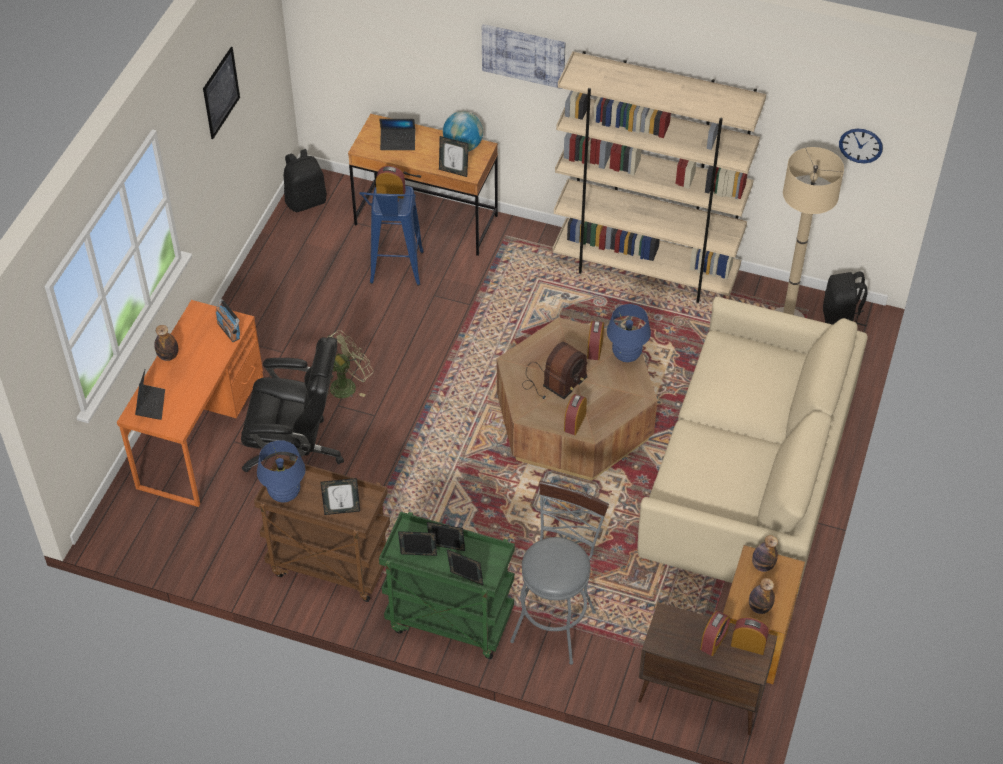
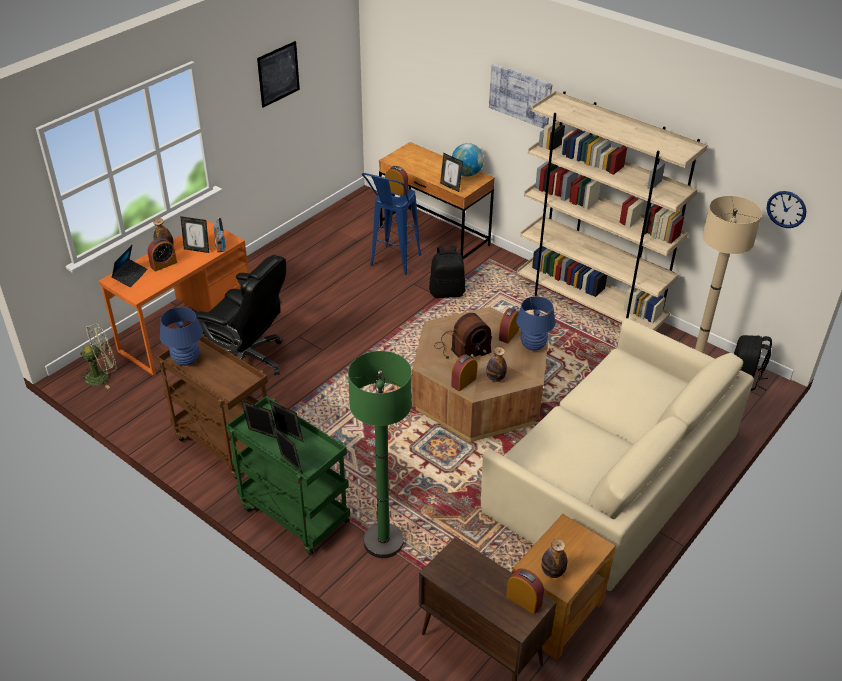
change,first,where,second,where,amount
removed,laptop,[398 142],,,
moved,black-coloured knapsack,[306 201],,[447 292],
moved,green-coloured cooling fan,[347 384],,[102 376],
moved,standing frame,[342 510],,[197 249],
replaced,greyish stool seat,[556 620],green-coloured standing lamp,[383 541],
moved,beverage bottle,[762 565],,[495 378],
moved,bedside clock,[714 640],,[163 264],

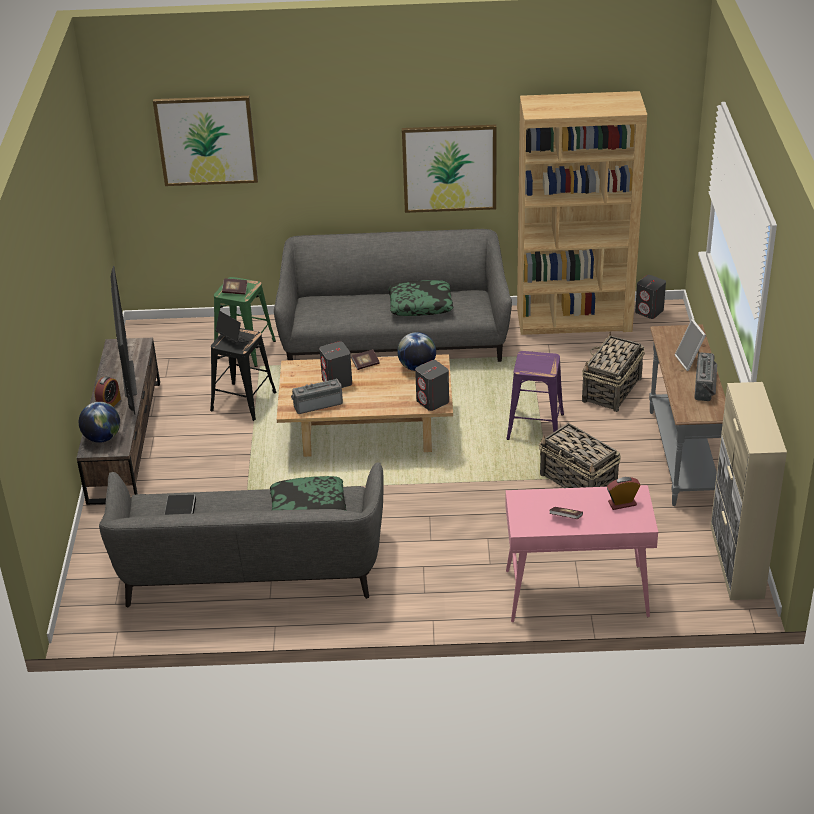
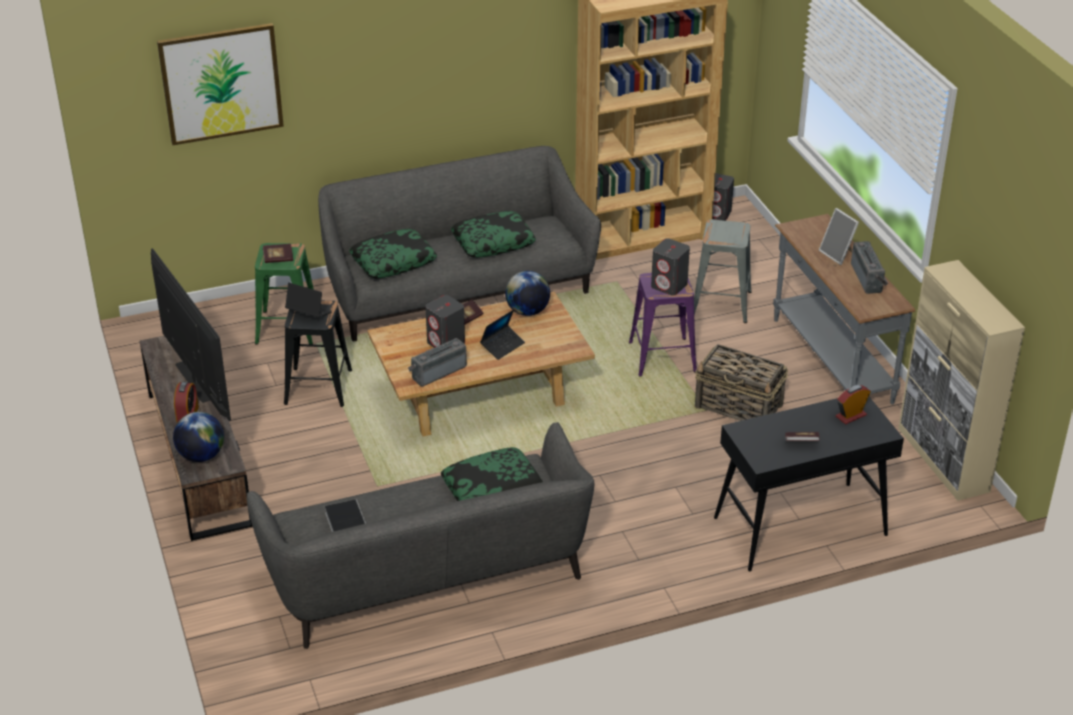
change,first,where,second,where,amount
removed,picture,[449 168],,,
replaced,storage basket,[611 390],greyish stool seat,[721 304],
moved,greyish audio speaker,[433 401],,[669 285],
recoloured,pink-coloured console table,[575 594],black-coloured console table,[799 527],
added,,,pillow,[393 261],
added,,,laptop,[502 346],

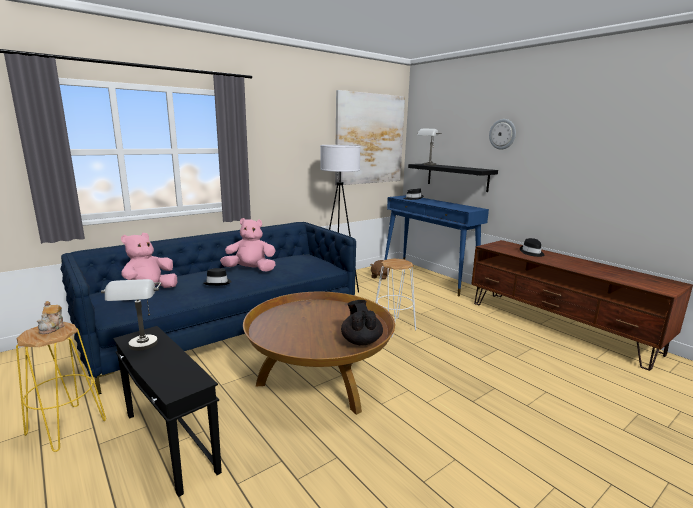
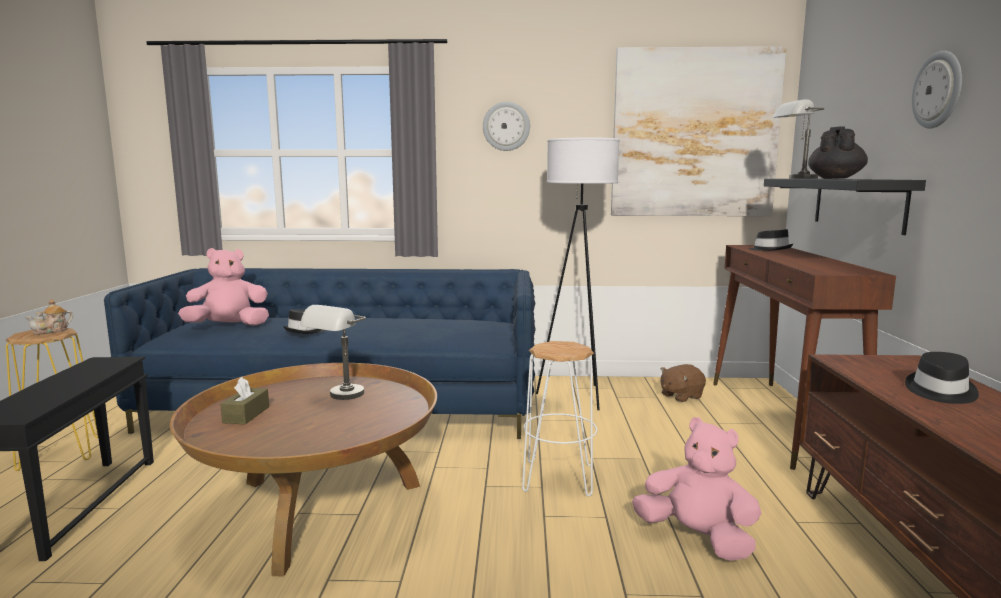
change,first,where,second,where,amount
recoloured,blue-coloured console table,[428 278],brownish console table,[780 420],
moved,pink-coloured cuddly toy,[250 270],,[697 538],
moved,greyish tabletop lamp,[141 348],,[339 398],
moved,black-coloured teapot,[361 341],,[835 178],
added,,,clock on the wall,[506 126],
added,,,brownish tissue holder,[246 415],

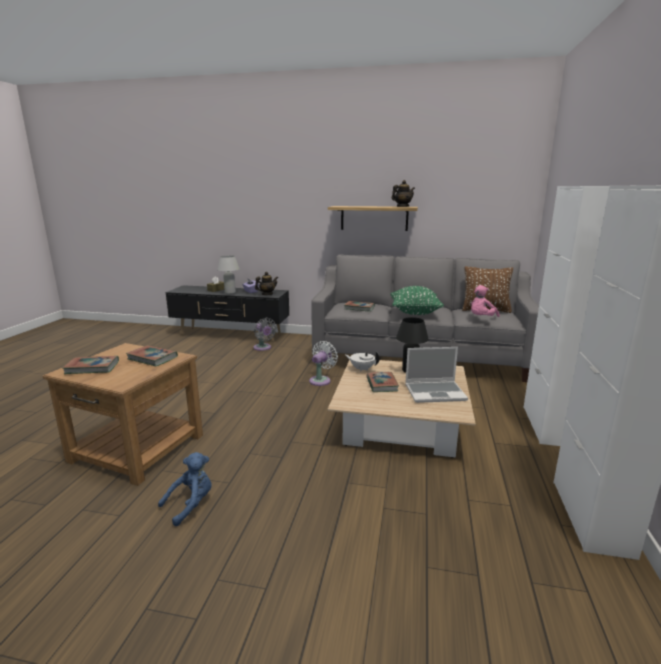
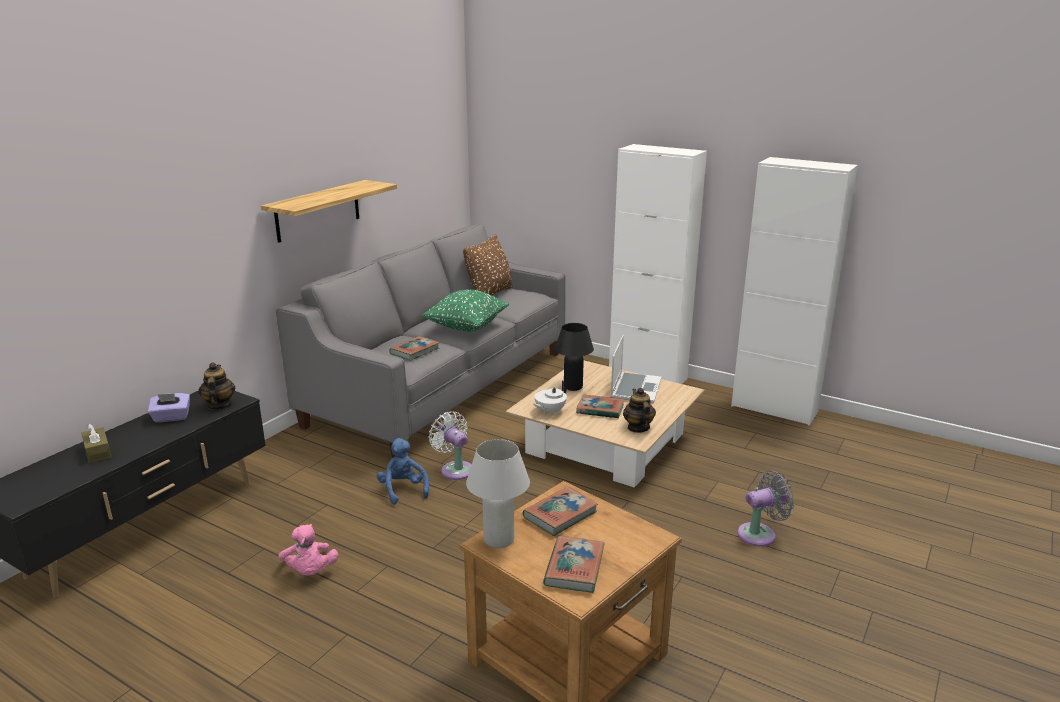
change,first,where,second,where,amount
moved,teapot,[402 207],,[638 428],
moved,whitish tabletop lamp,[230 292],,[499 540],
moved,pink-coloured cuddly toy,[481 318],,[310 572],
moved,greyish cooling fan,[263 348],,[760 534],
moved,blue-coloured cuddly toy,[191 504],,[403 490],

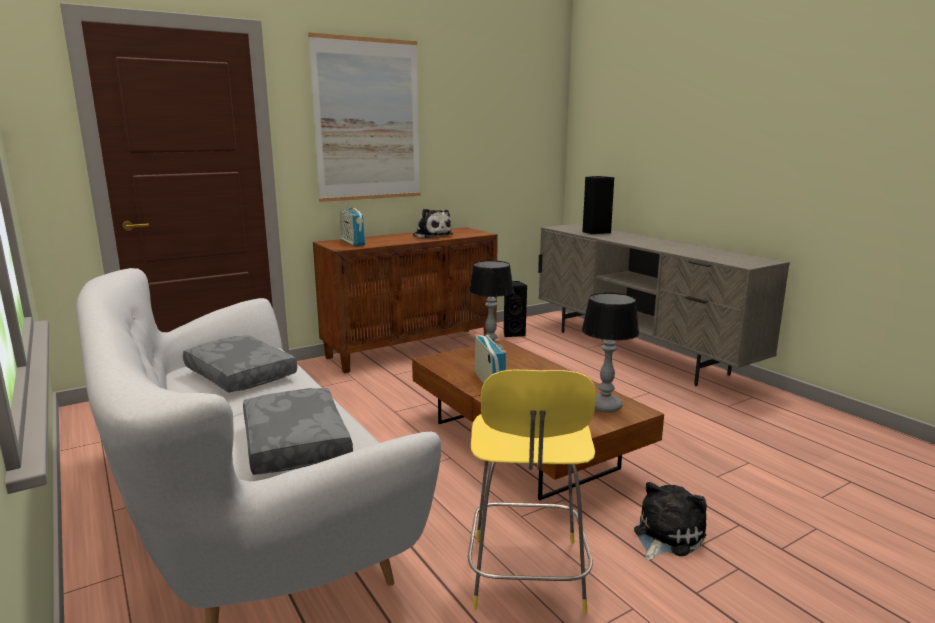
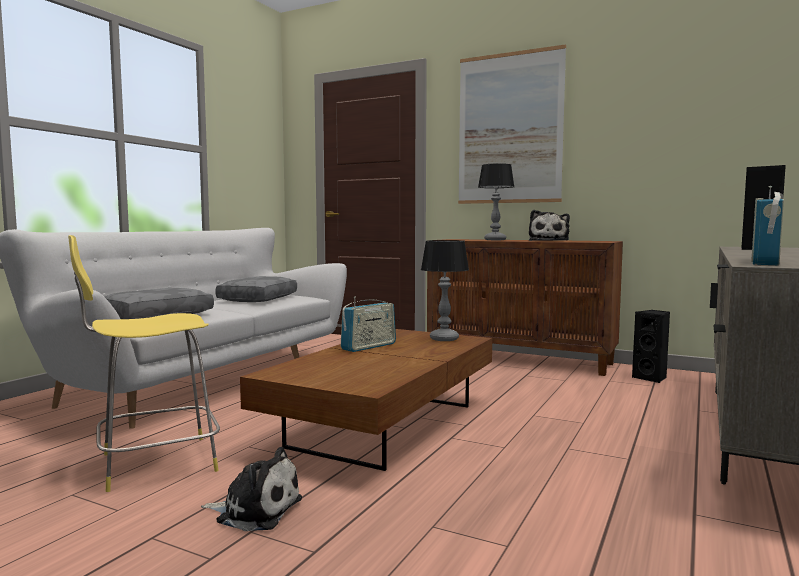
change,first,where,second,where,amount
moved,radio set,[352 243],,[765 262],
moved,tabletop lamp,[605 407],,[495 240],

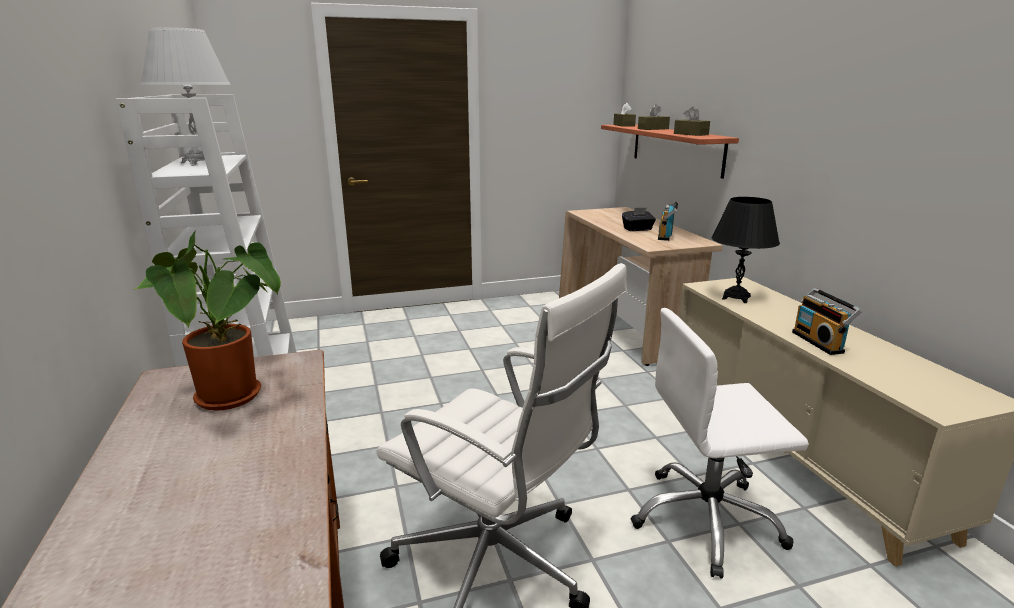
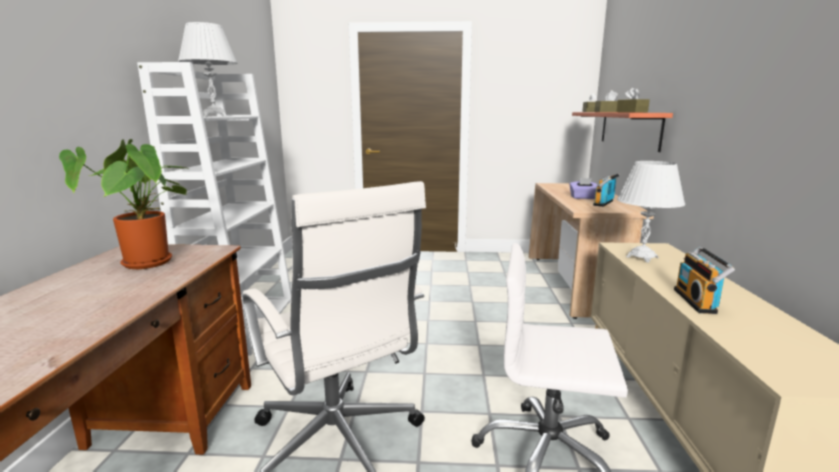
change,first,where,second,where,amount
recoloured,black-coloured tabletop lamp,[736 298],whitish tabletop lamp,[642 257],
recoloured,black-coloured tissue holder,[637 229],purple-coloured tissue holder,[583 197],

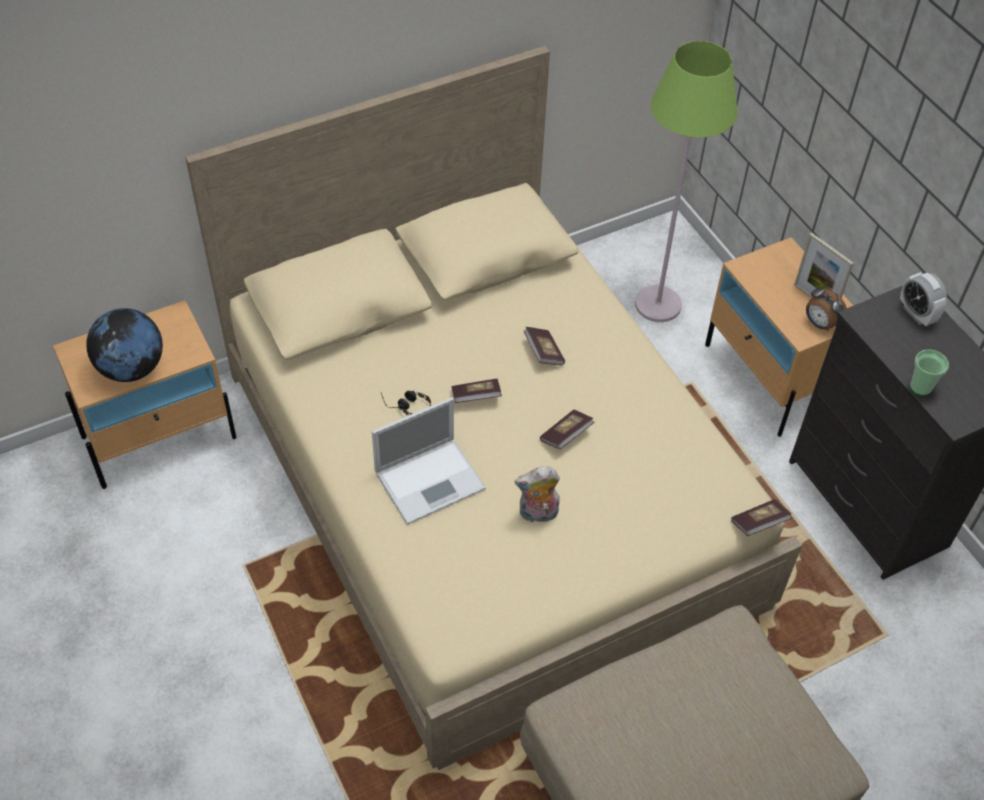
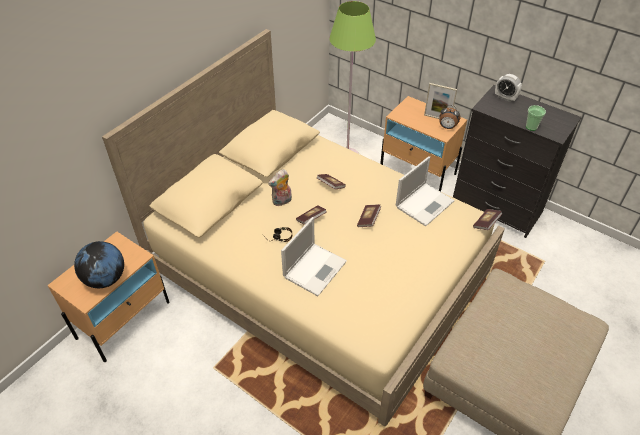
change,first,where,second,where,amount
moved,cuddly toy,[537 514],,[282 201],
added,,,laptop,[425 203],

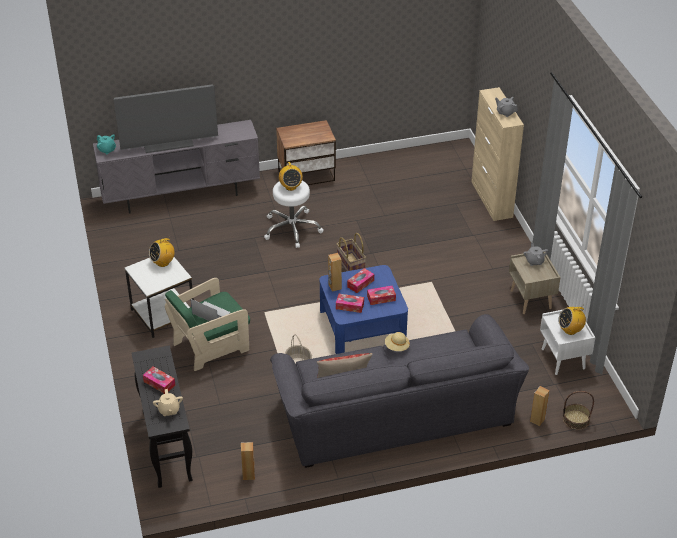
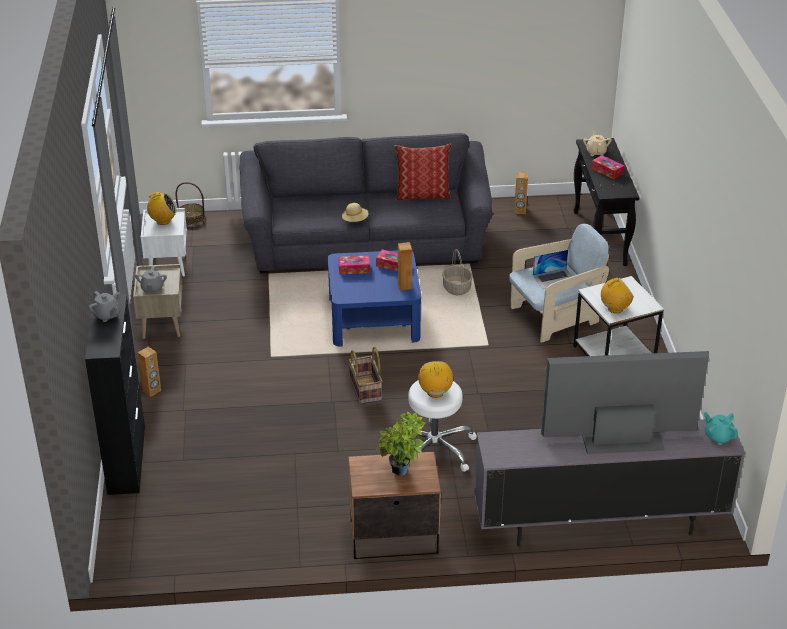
change,first,where,second,where,amount
recoloured,sand-coloured cabinet,[491 199],black-coloured cabinet,[127 459],
removed,tissue holder,[360 283],,,
recoloured,green-coloured armchair,[211 346],sand-coloured armchair,[554 317],
turned,laptop,[211 313],,[554 278],60 degrees counterclockwise
moved,brownish audio speaker,[537 420],,[152 391],
added,,,houseplant,[401 473],

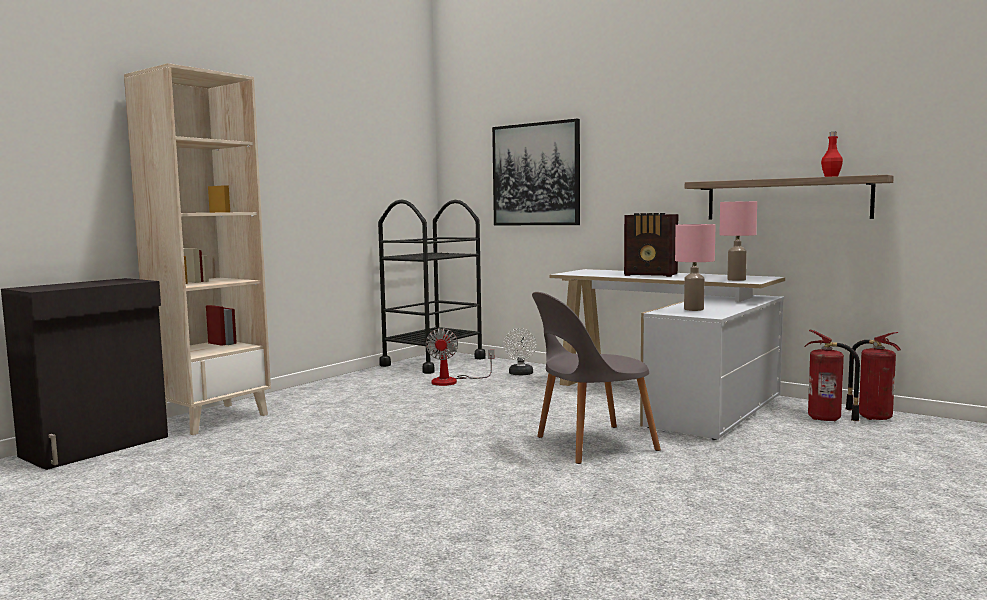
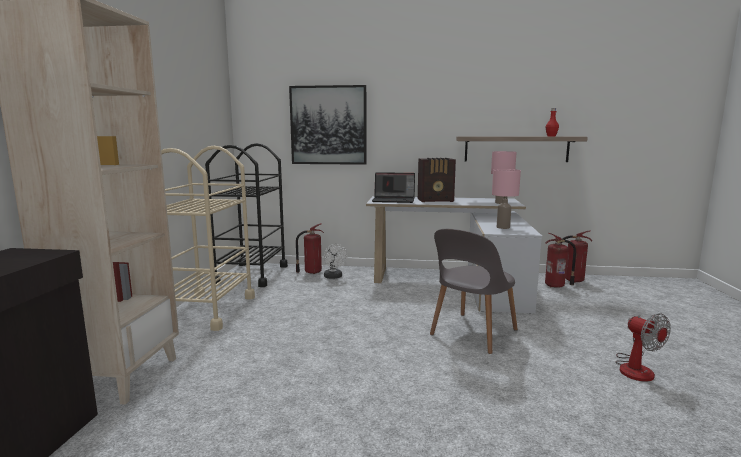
change,first,where,second,where,amount
moved,cooling fan,[452 381],,[635 367],
added,,,sand-coloured trolley,[207 310],
added,,,laptop,[394 200],
added,,,extinguisher,[311 272],

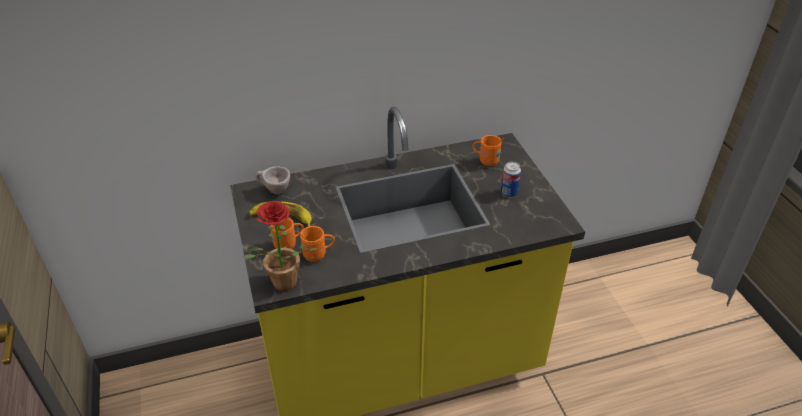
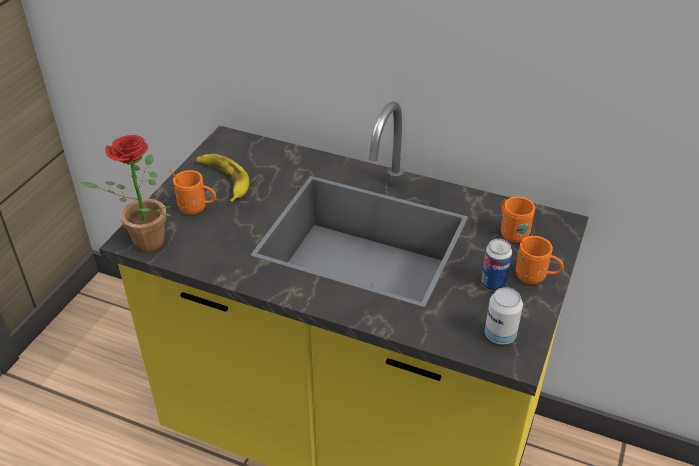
change,first,where,second,where,amount
removed,sand-coloured small cup,[274 191],,,
moved,orange-coloured mug,[318 255],,[535 277],
added,,,sealed can,[500 335],

